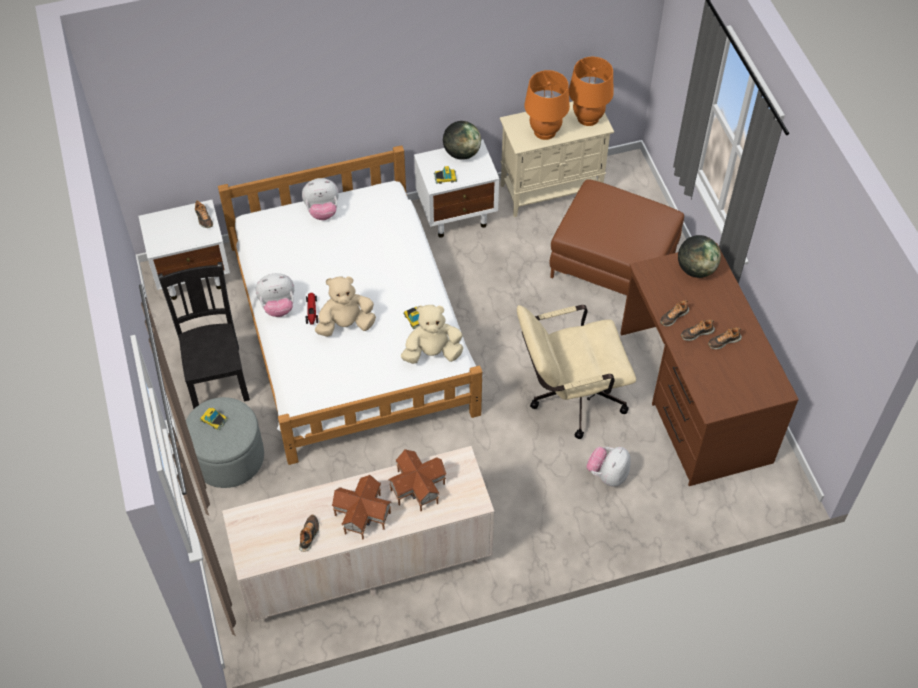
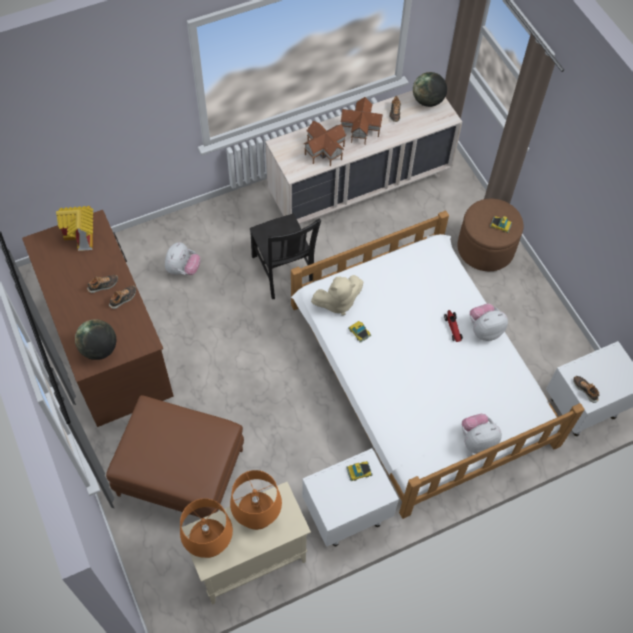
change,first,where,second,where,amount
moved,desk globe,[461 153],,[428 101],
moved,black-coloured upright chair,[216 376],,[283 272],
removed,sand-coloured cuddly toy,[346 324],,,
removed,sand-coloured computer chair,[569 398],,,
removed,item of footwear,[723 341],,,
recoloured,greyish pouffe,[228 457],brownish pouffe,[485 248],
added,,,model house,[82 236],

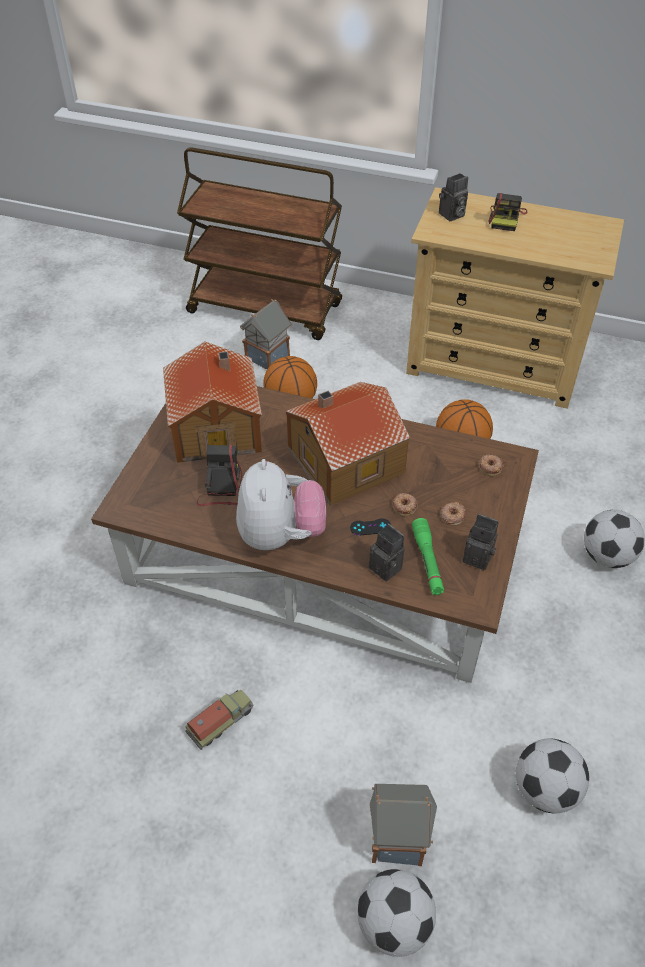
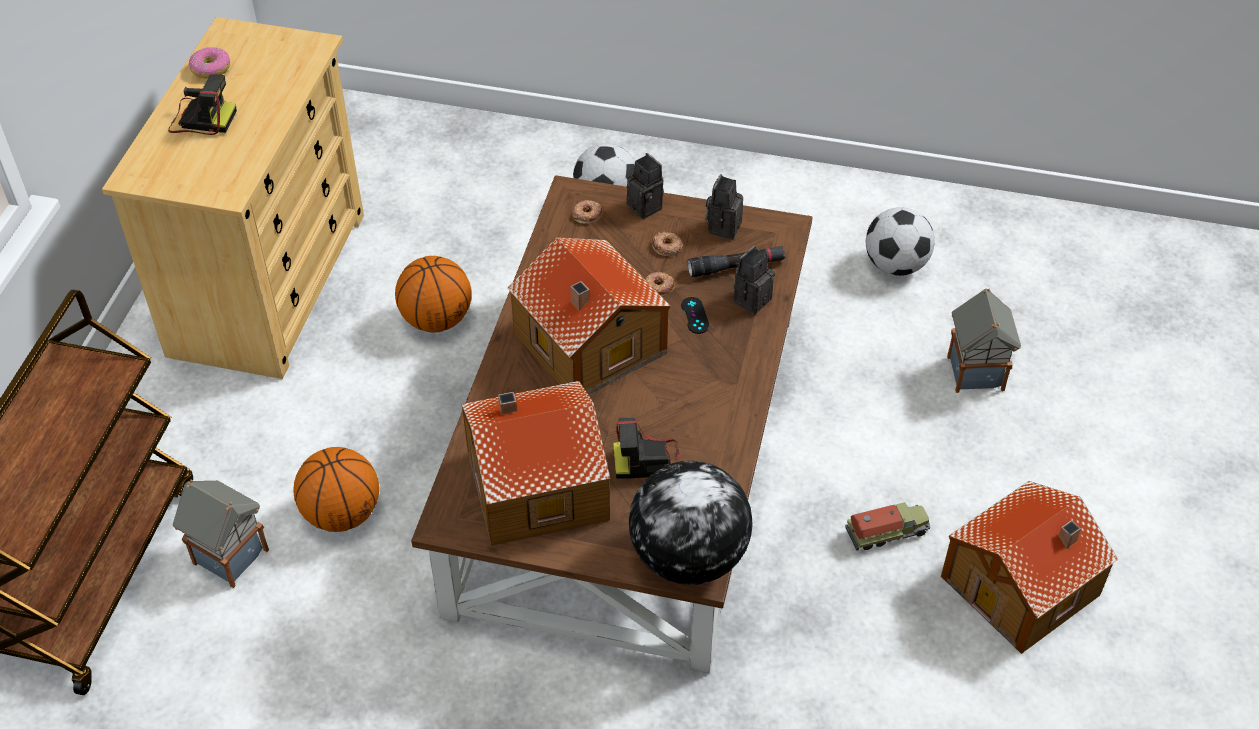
change,first,where,second,where,amount
moved,photo camera,[451 215],,[647 207],
removed,cuddly toy,[280 534],,,
recoloured,green-coloured torch,[427 561],black-coloured torch,[736 267],
turned,toy truck,[221 721],,[887 532],120 degrees clockwise
removed,football ball,[394 923],,,
added,,,ring doughnut,[211 69],
added,,,desk globe,[689 557],
added,,,model house,[1023 586],

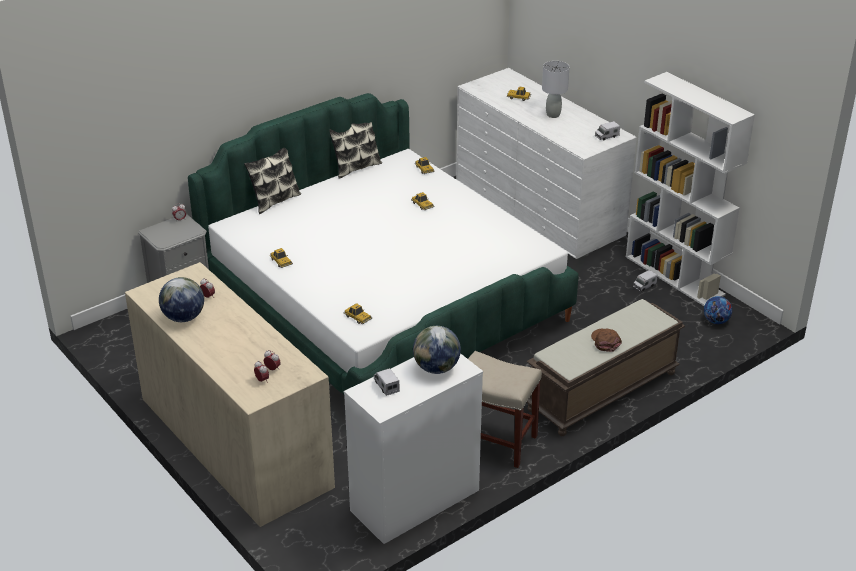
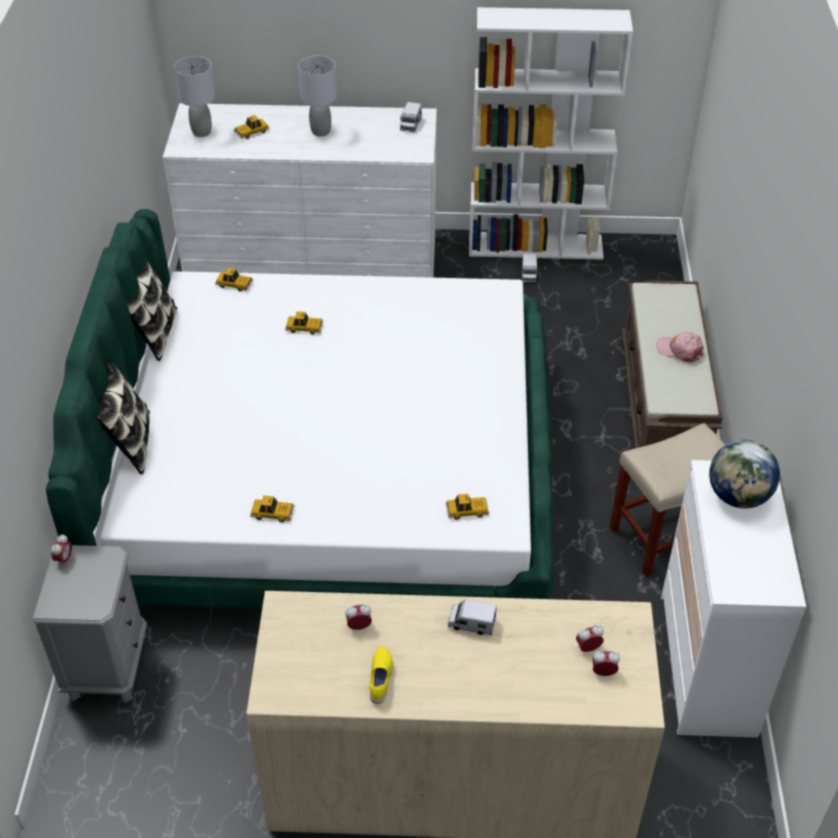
change,first,where,second,where,amount
replaced,desk globe,[183 317],yellow item of footwear,[381 679],
removed,football ball,[716 321],,,
recoloured,brownish peaked cap,[605 341],pink-coloured peaked cap,[680 350],
moved,toy truck,[386 386],,[471 623],
added,,,greyish tabletop lamp,[201 132],

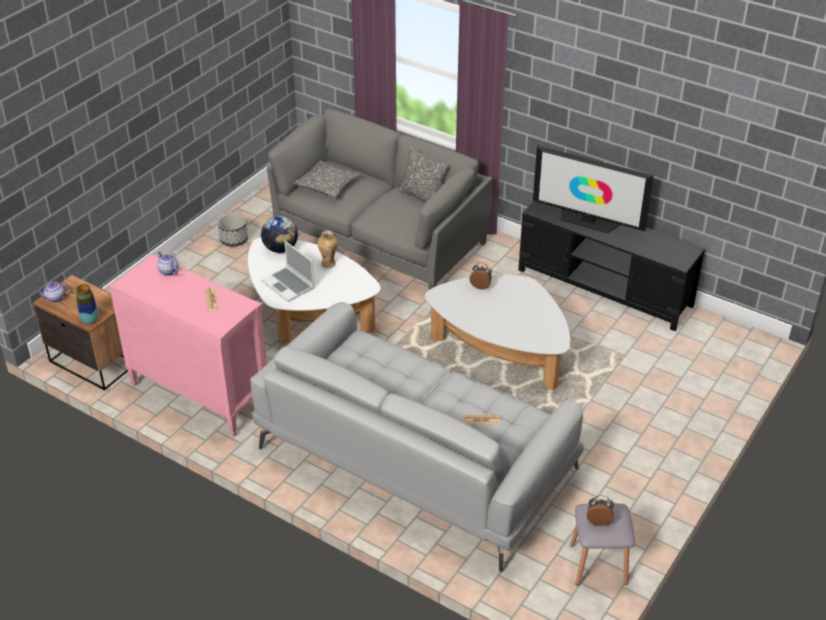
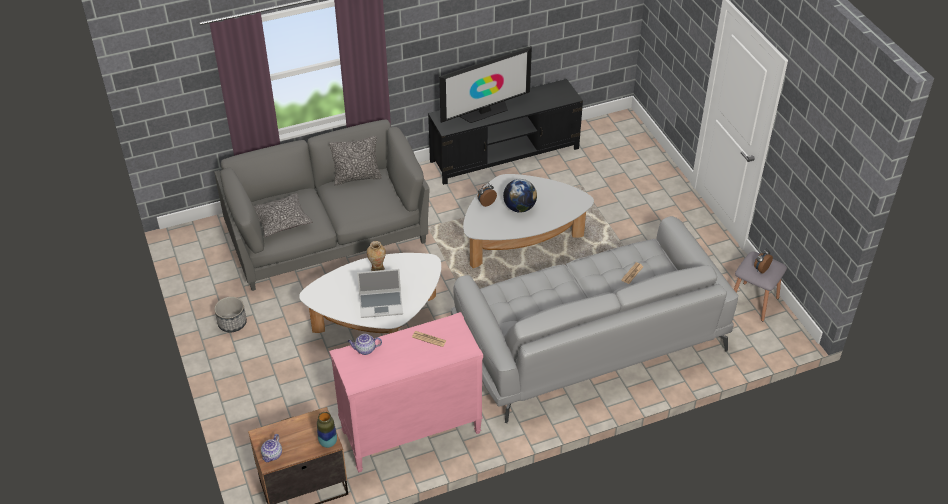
change,first,where,second,where,amount
moved,desk globe,[280 249],,[519 207],

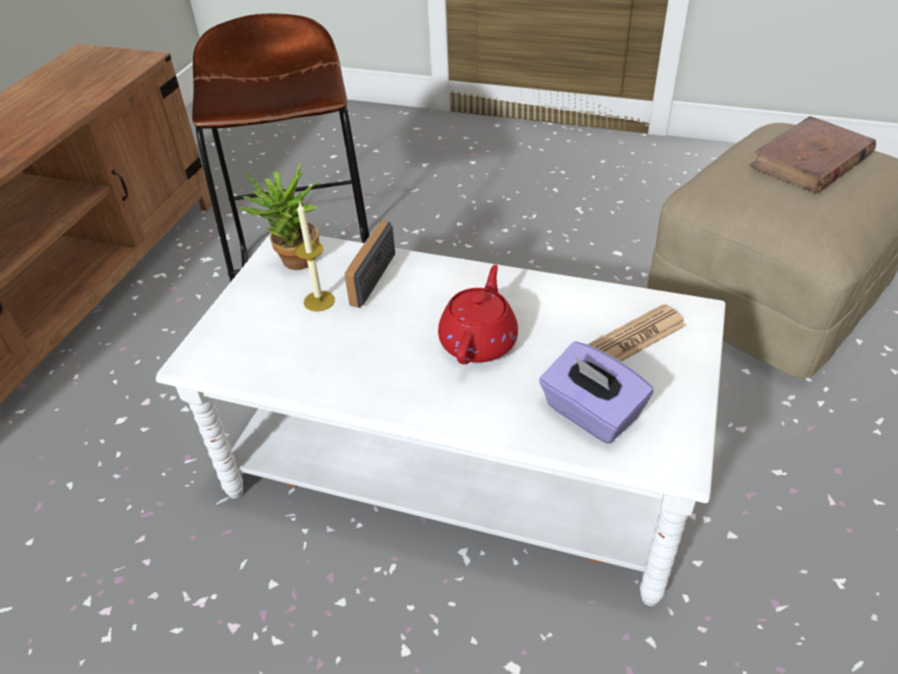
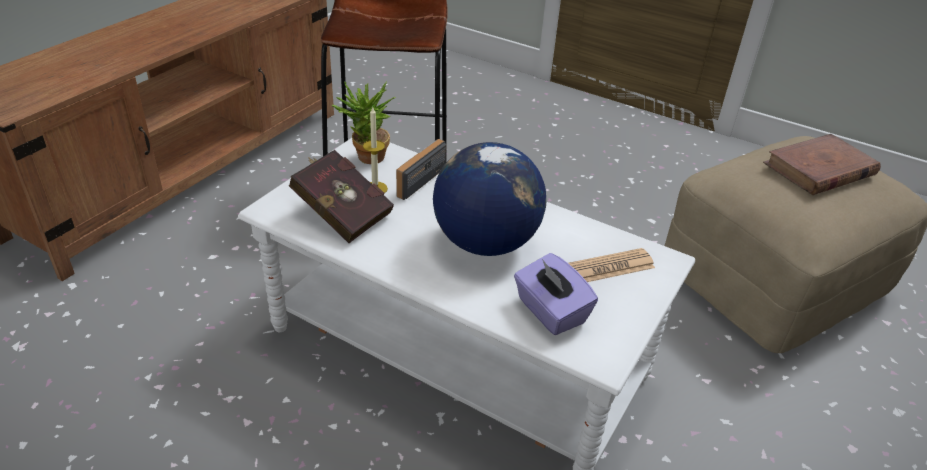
change,first,where,second,where,amount
replaced,reddish teapot,[479 341],desk globe,[485 243],
added,,,reddish volume,[340 213],

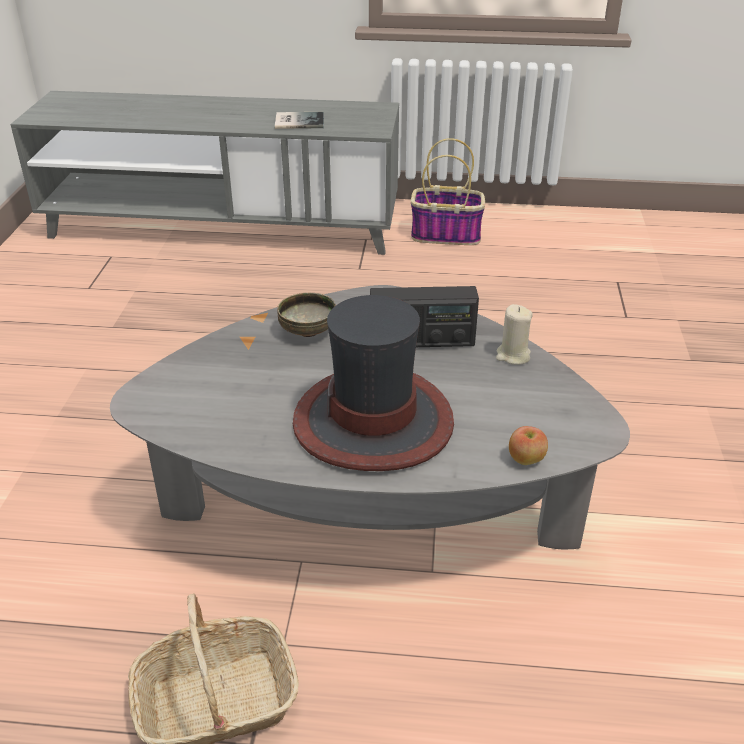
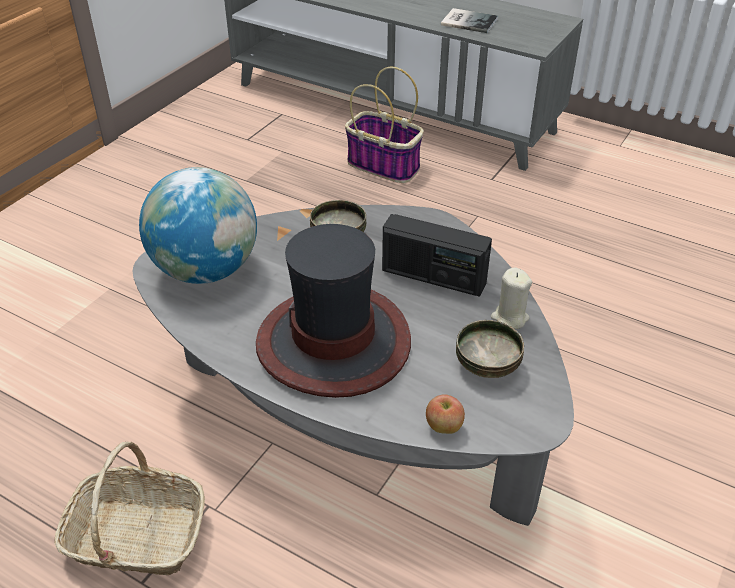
change,first,where,second,where,amount
moved,storage basket,[447 235],,[385 166],
added,,,desk globe,[206 270],
added,,,bowl,[488 365],

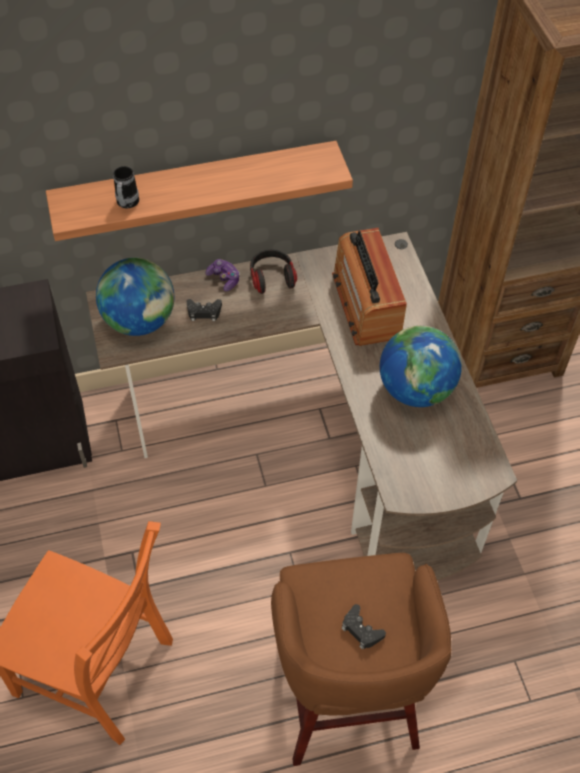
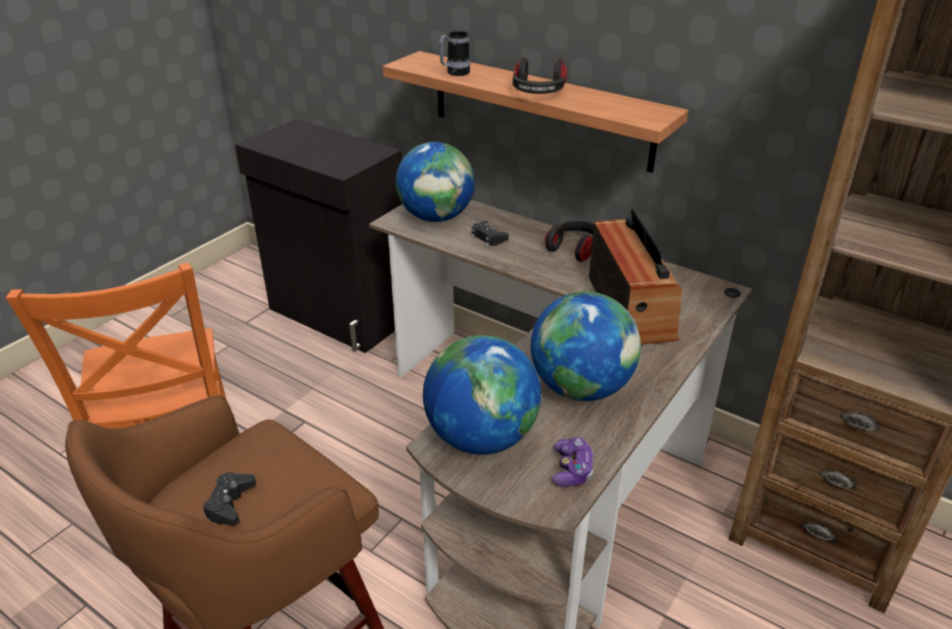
change,first,where,second,where,amount
turned,radio set,[366 304],,[630 308],135 degrees clockwise
moved,joypad,[224 279],,[572 470],
added,,,headphones,[538 93],
added,,,desk globe,[481 437],

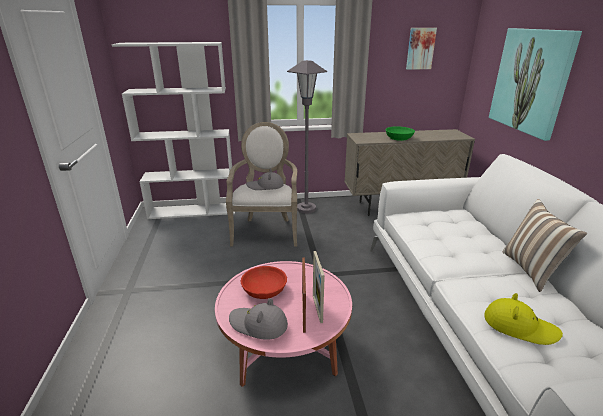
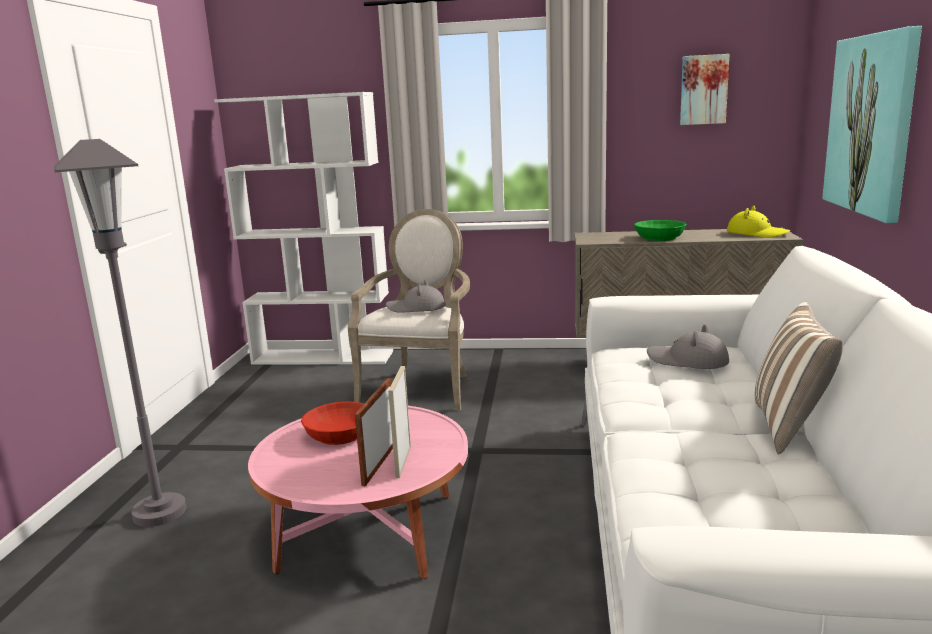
change,first,where,second,where,amount
moved,greyish standing lamp,[306 209],,[160 512],
moved,yellow hat,[519 326],,[756 234],
moved,greyish hat,[258 324],,[687 361],

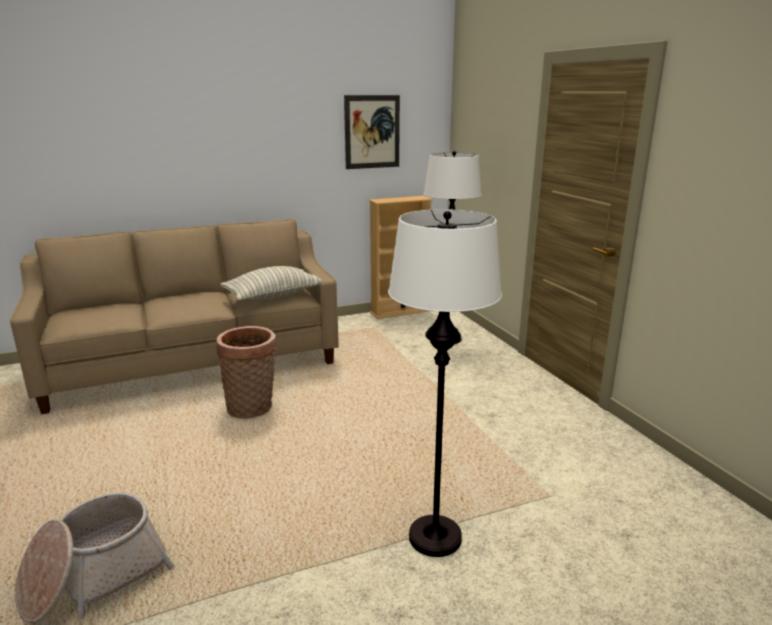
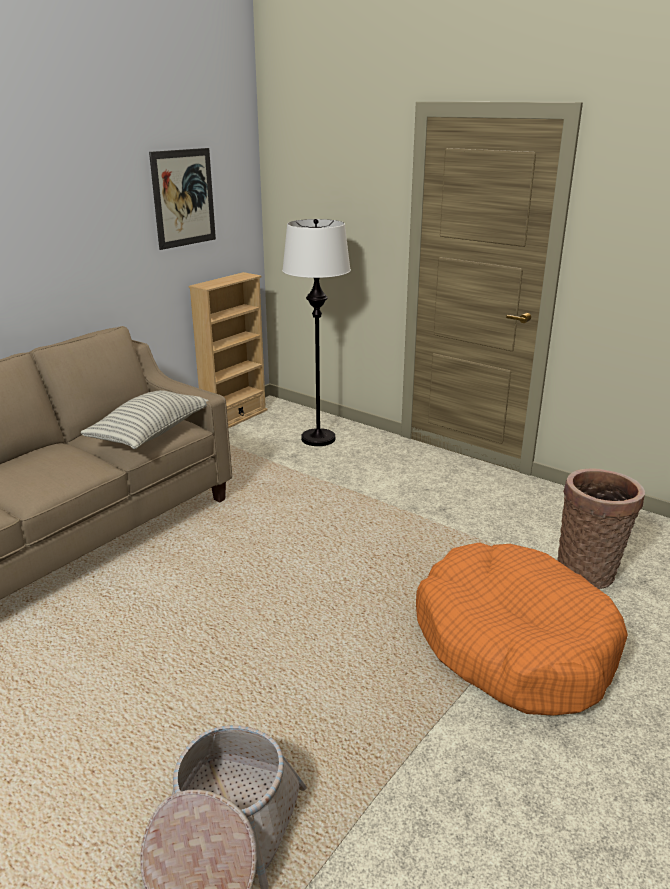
change,first,where,second,where,amount
replaced,whitish standing lamp,[435 537],orange-coloured pet bed,[513 644],
moved,storage basket,[252 408],,[588 571],

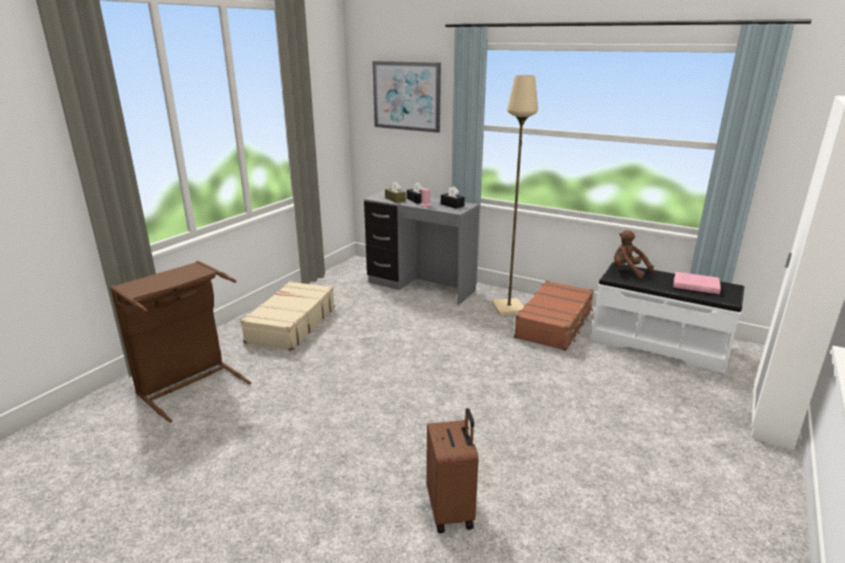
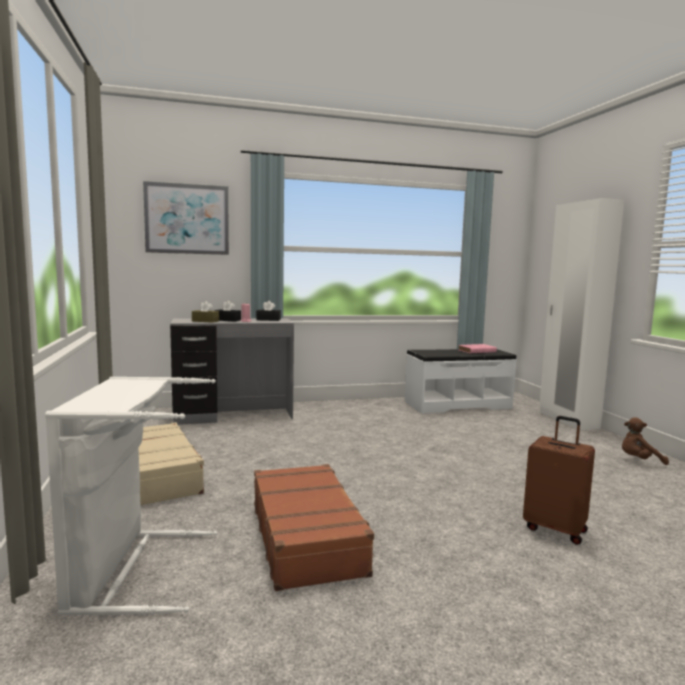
change,first,where,second,where,amount
removed,sand-coloured standing lamp,[509 308],,,
moved,brownish cuddly toy,[628 271],,[639 461],
recoloured,brownish laundry basket,[189 385],whitish laundry basket,[130 570],
moved,brownish travel case,[555 324],,[307 537],

